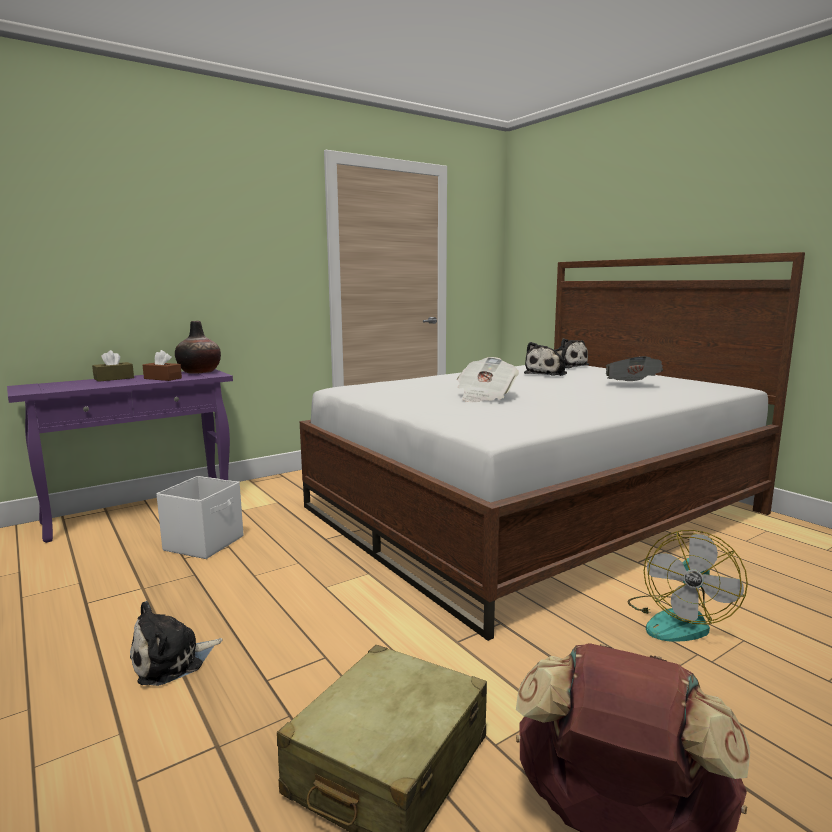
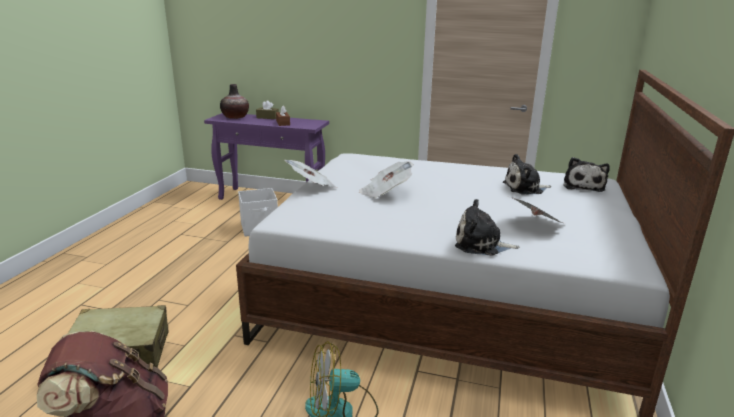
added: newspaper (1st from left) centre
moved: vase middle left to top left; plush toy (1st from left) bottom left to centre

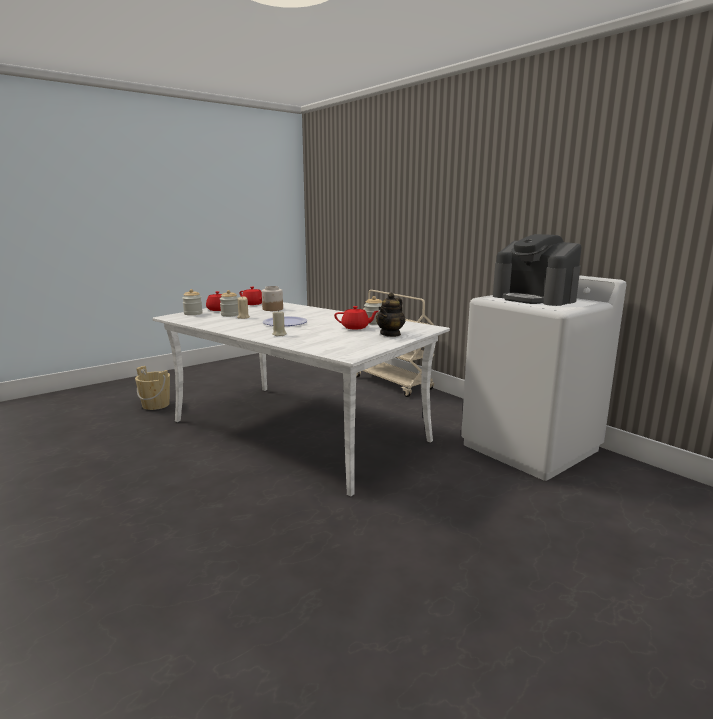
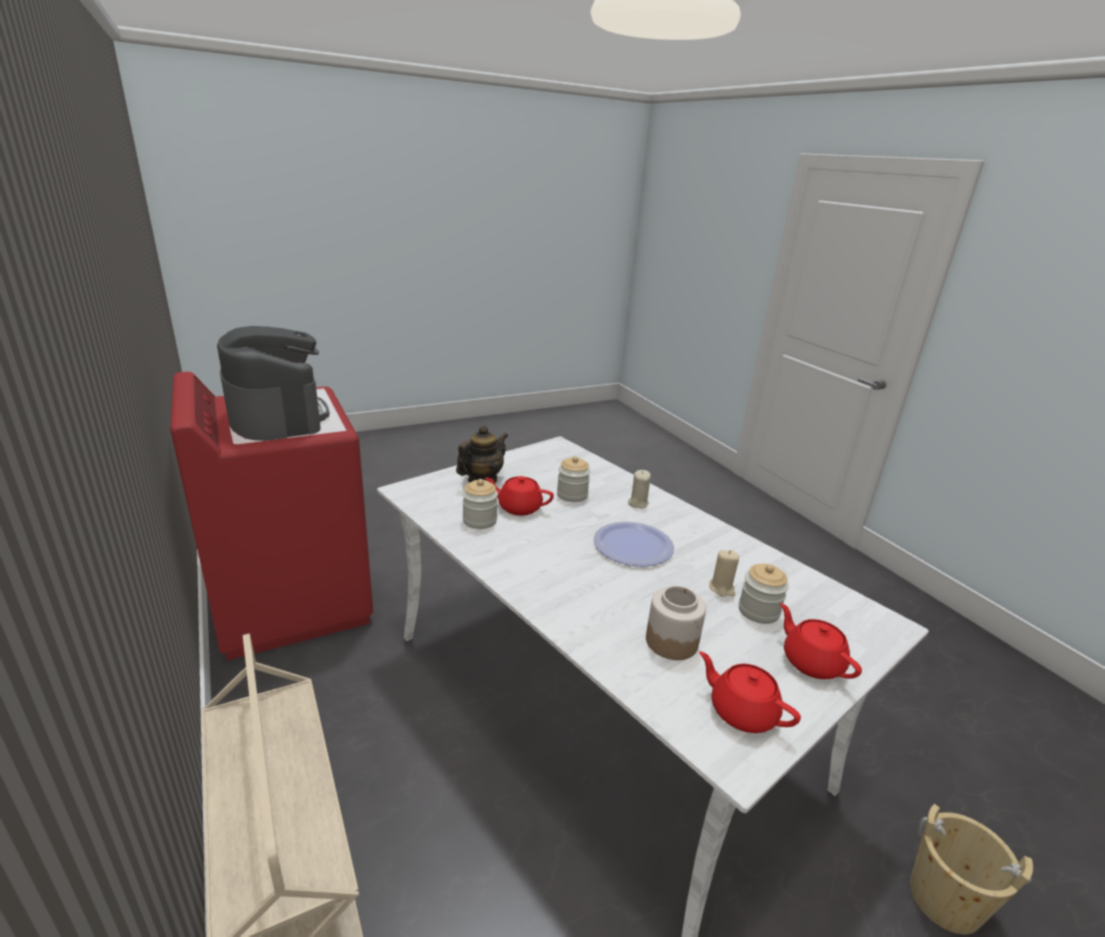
moved: jar (1st from left in the first image) middle left to jar (2nd from left) centre
recoloured: washing machine (white) middle right to washing machine (red) middle left

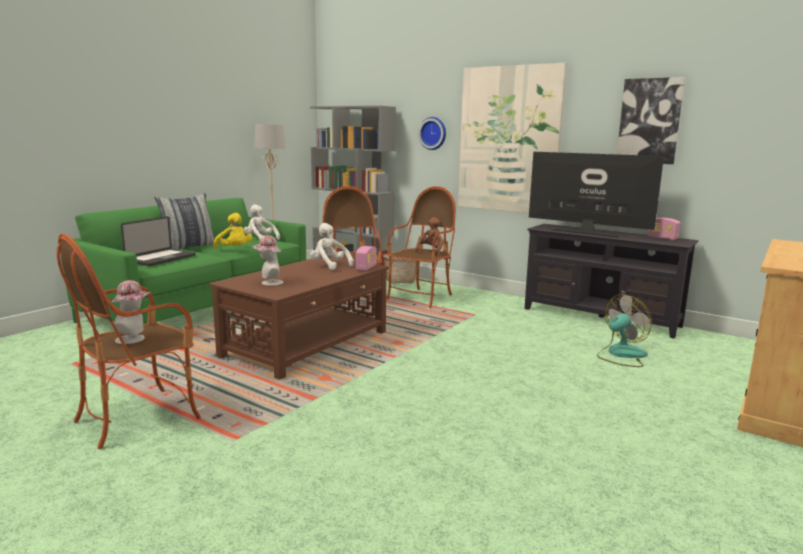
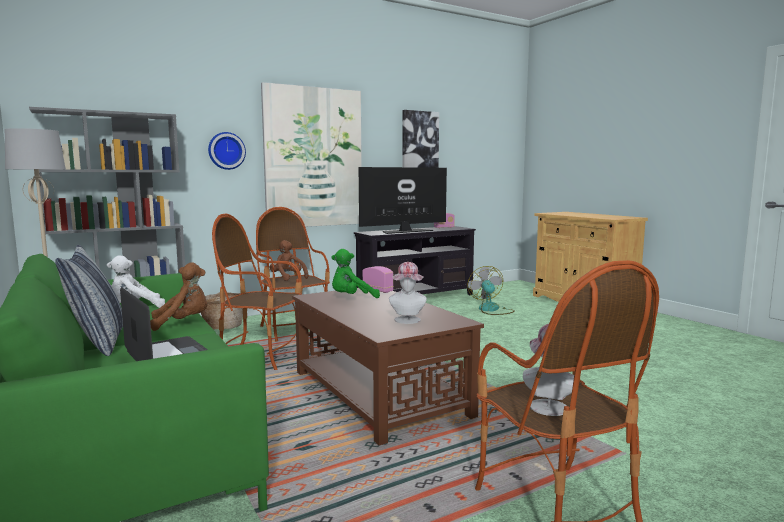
recoloured: plush toy (yellow) middle left to plush toy (brown) (1st from left) middle left; plush toy (white) (2nd from left) centre to plush toy (green) centre

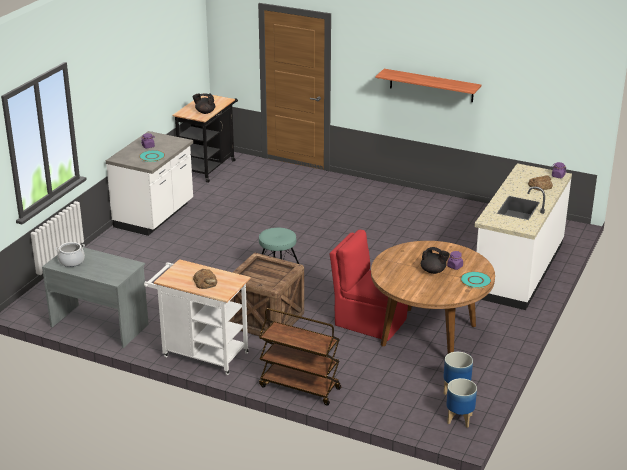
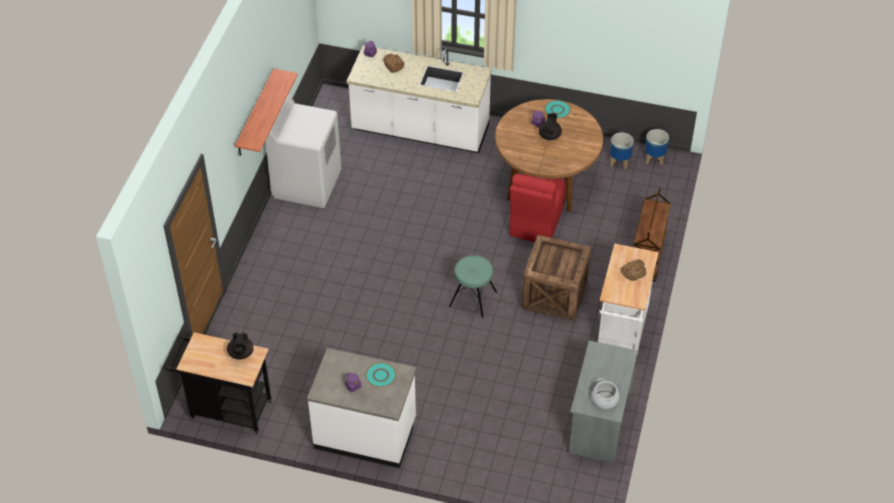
added: washing machine (white) top centre

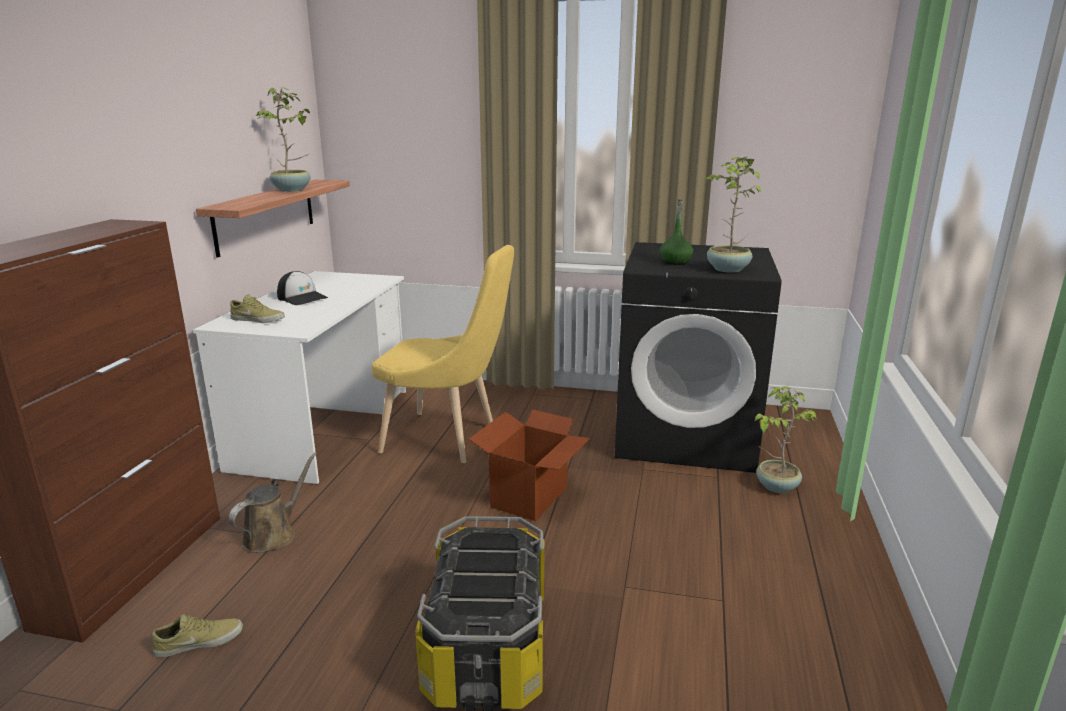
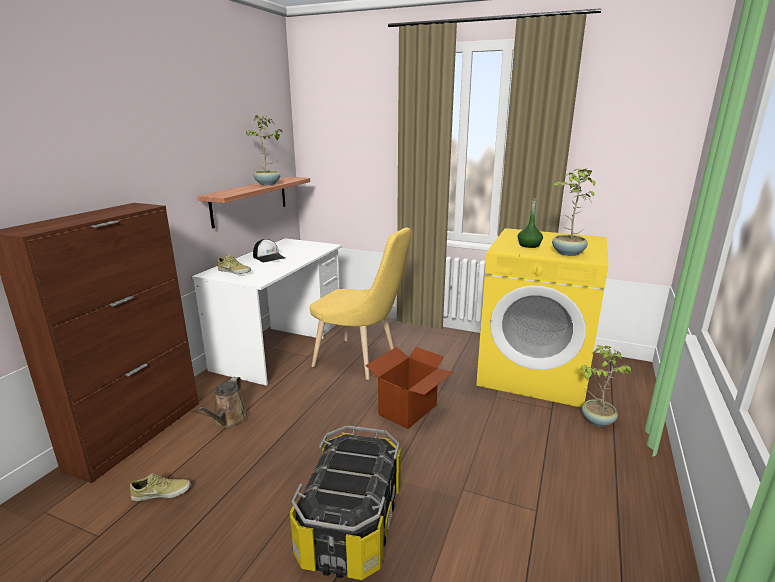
recoloured: washing machine (black) centre to washing machine (yellow) middle right
turned: watering can (brown) bottom left = bottom left 150 degrees clockwise

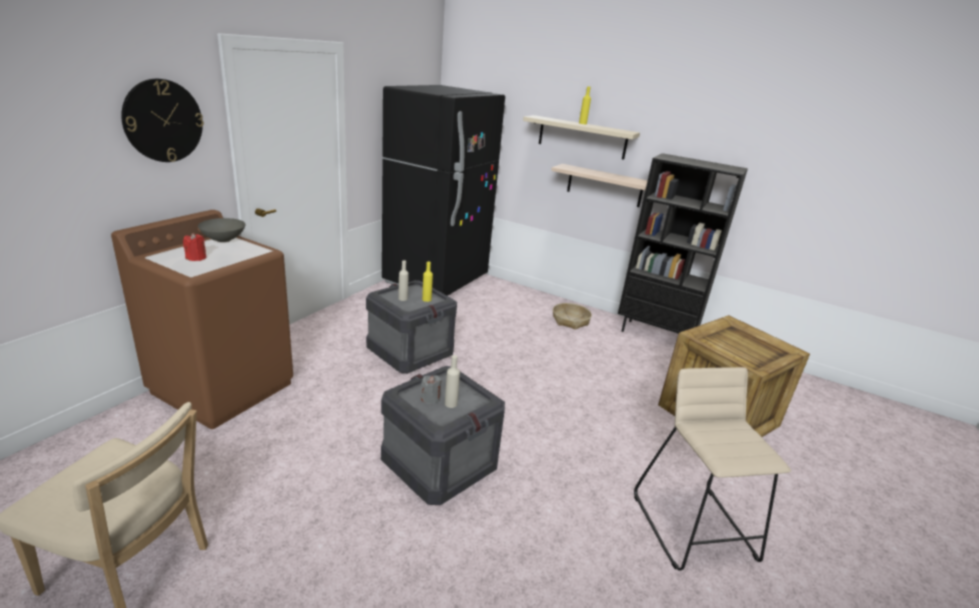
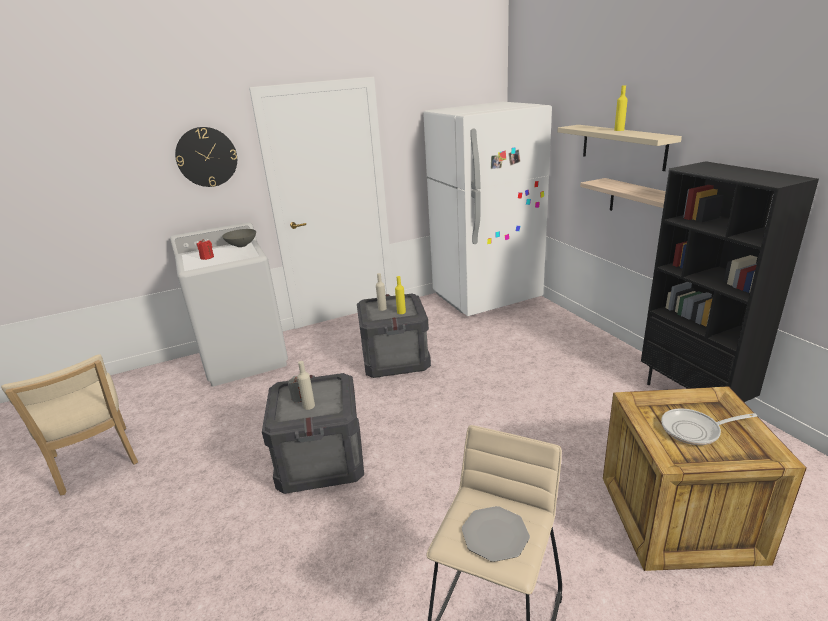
removed: basket centre
added: plate bottom centre; frying pan bottom right
recoloured: washing machine (brown) middle left to washing machine (white) middle left; fridge (black) top centre to fridge (white) centre

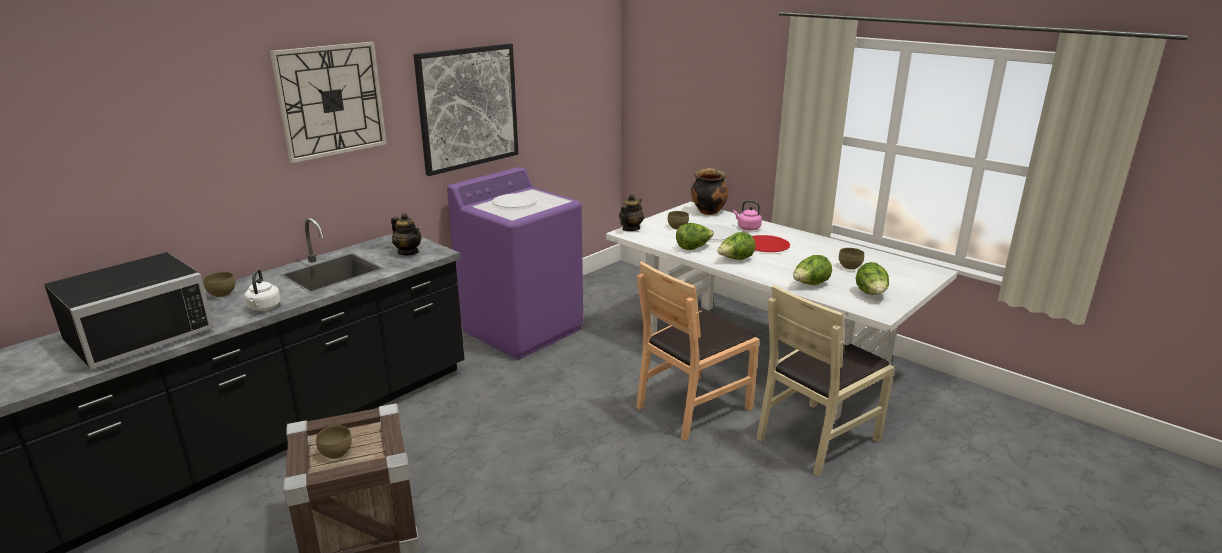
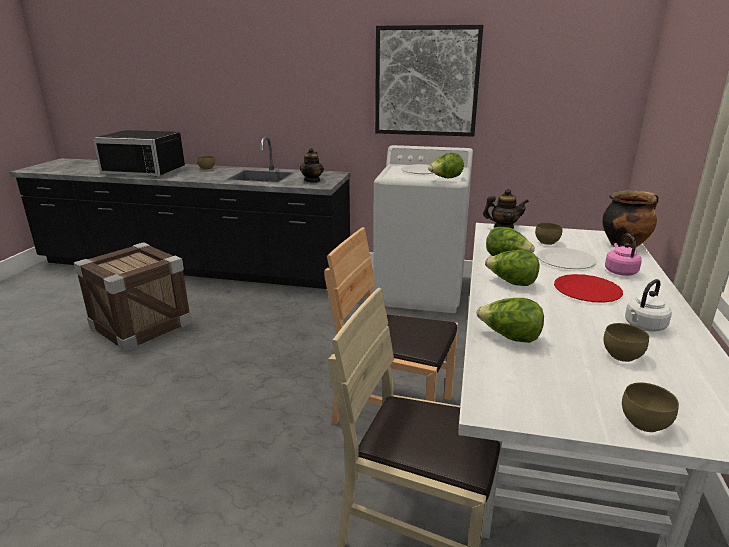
removed: wall clock top left
moved: lettuce (4th from left in the first image) middle right to lettuce (1st from left) top centre; bowl (brown) (2nd from left in the first image) bottom left to bowl (brown) (4th from left) bottom right; kettle (white) middle left to middle right
recoloured: washing machine (purple) centre to washing machine (white) centre

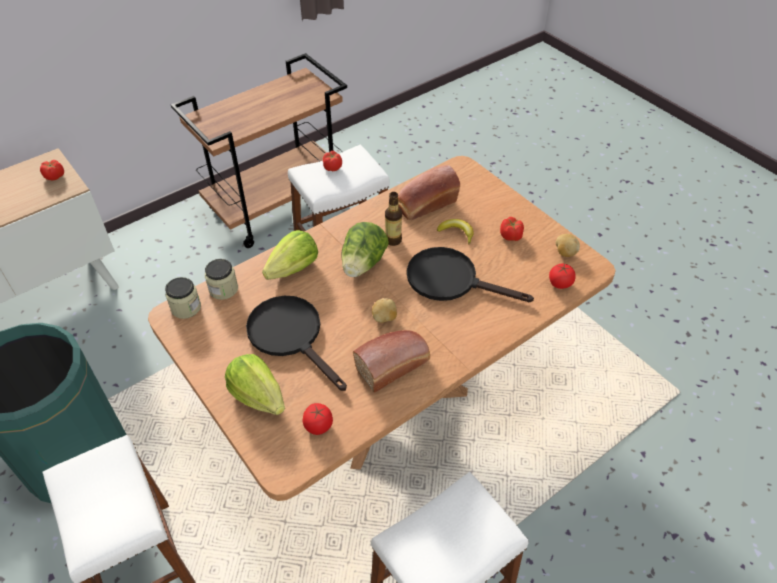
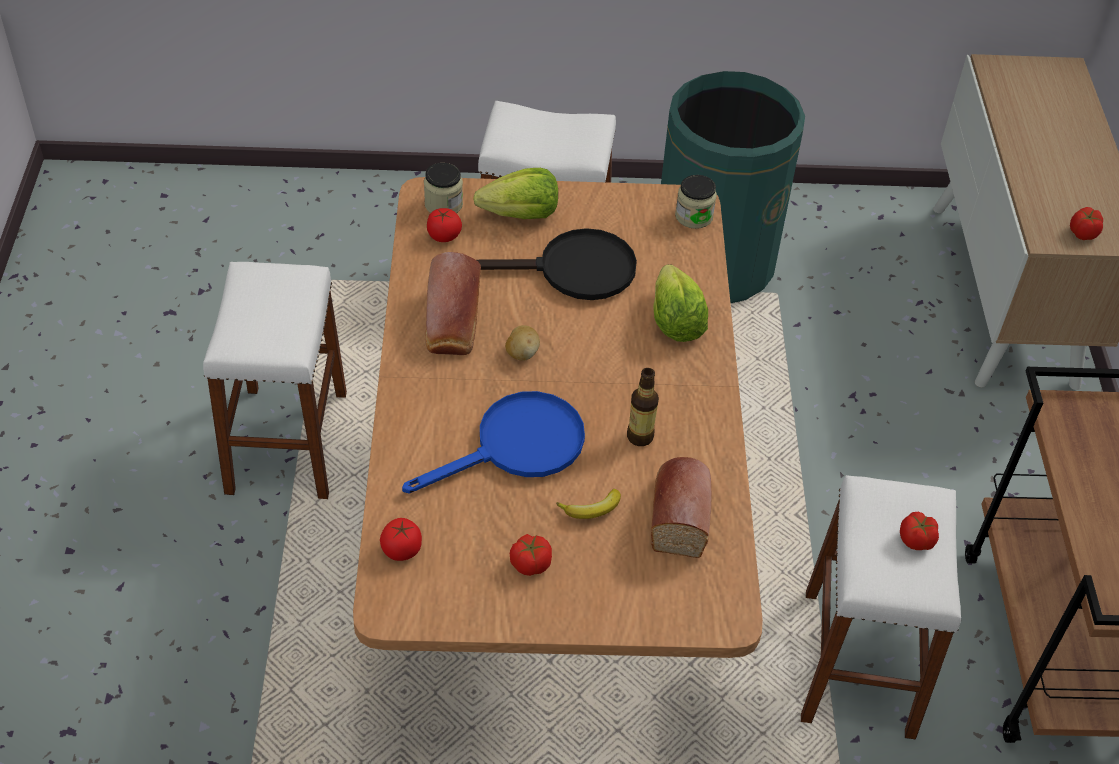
removed: lettuce (3rd from left) centre; potato (2nd from left) middle right
moved: jar (2nd from left in the first image) middle left to jar (1st from left) top centre
recoloured: frying pan (black) (2nd from left) centre to frying pan (blue) centre

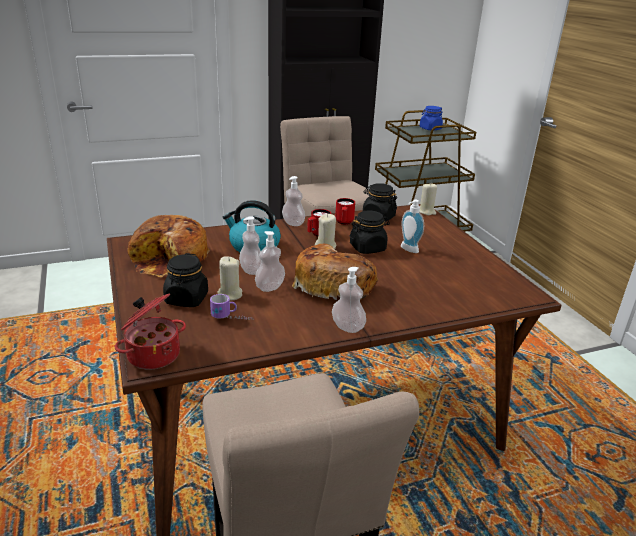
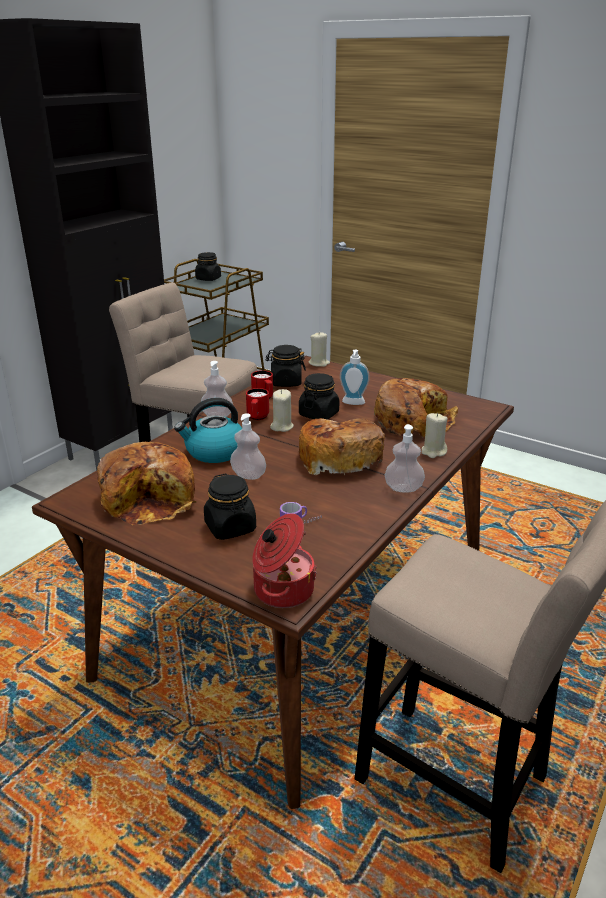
removed: soap dispenser (2nd from left) centre
added: bread (3rd from left) middle right
moved: candle (beige) (1st from left in the first image) centre to candle (beige) (3rd from left) middle right
recoloured: jar (blue) top right to jar (black) (1st from left) top centre

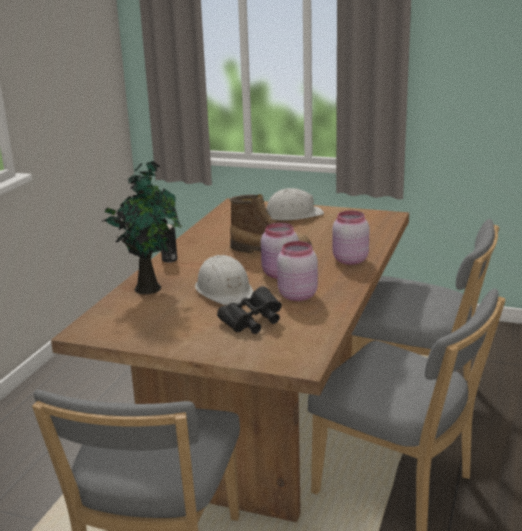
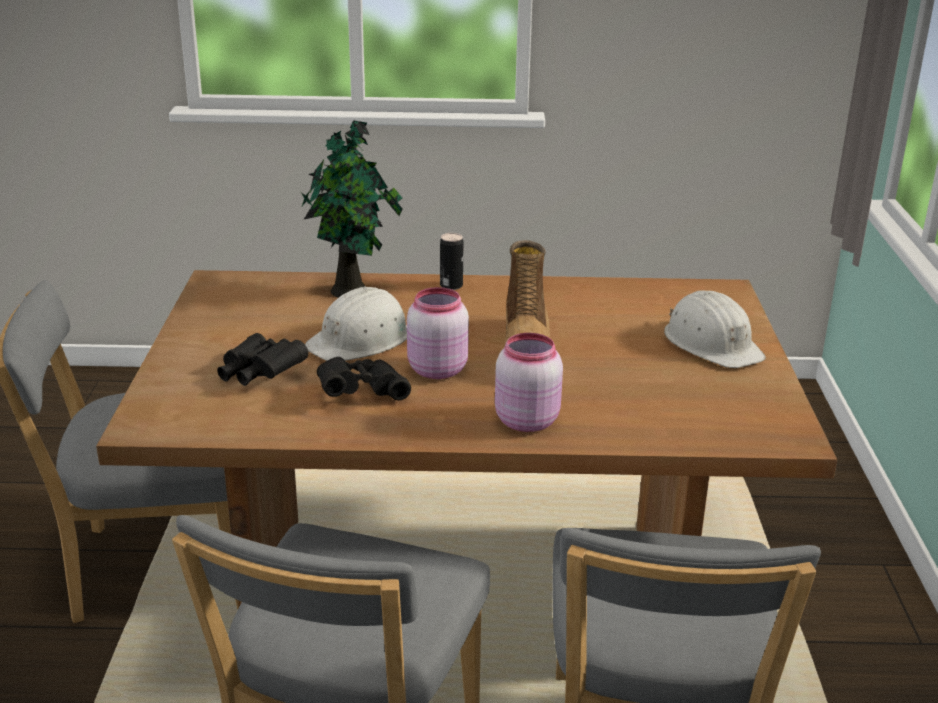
replaced: jar (pink) (2nd from left) centre to binoculars (black) (2nd from left) centre

